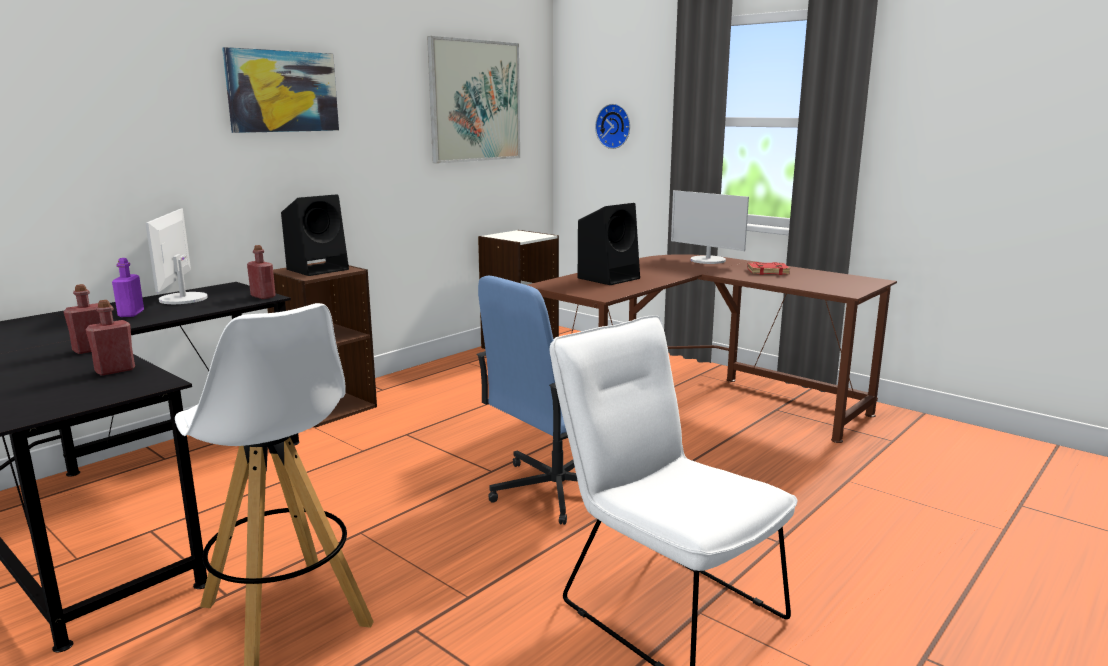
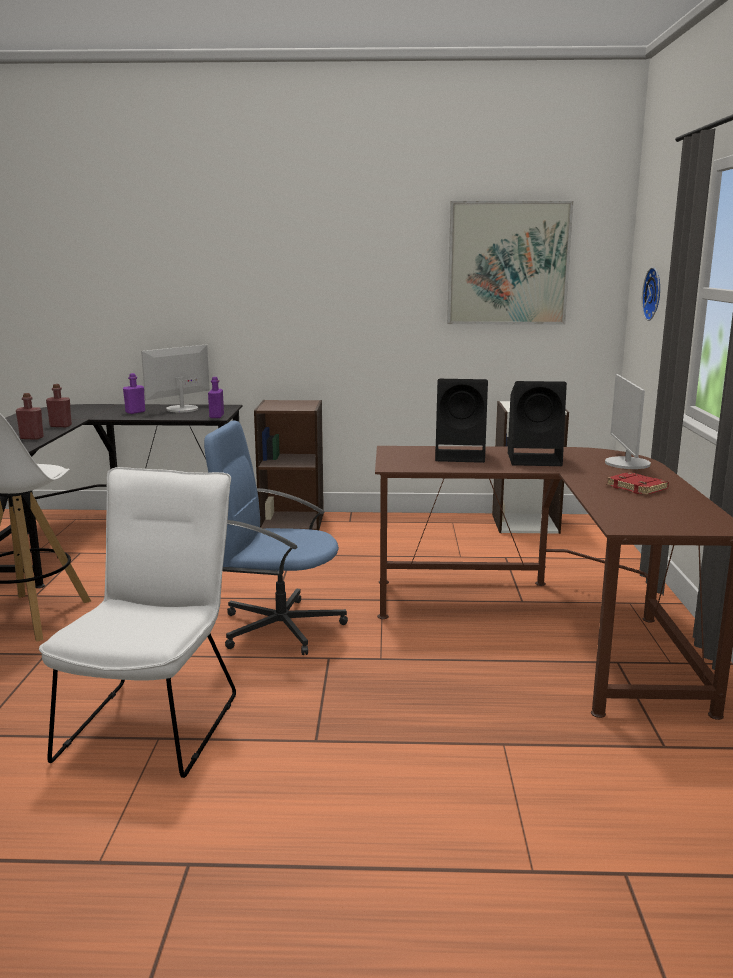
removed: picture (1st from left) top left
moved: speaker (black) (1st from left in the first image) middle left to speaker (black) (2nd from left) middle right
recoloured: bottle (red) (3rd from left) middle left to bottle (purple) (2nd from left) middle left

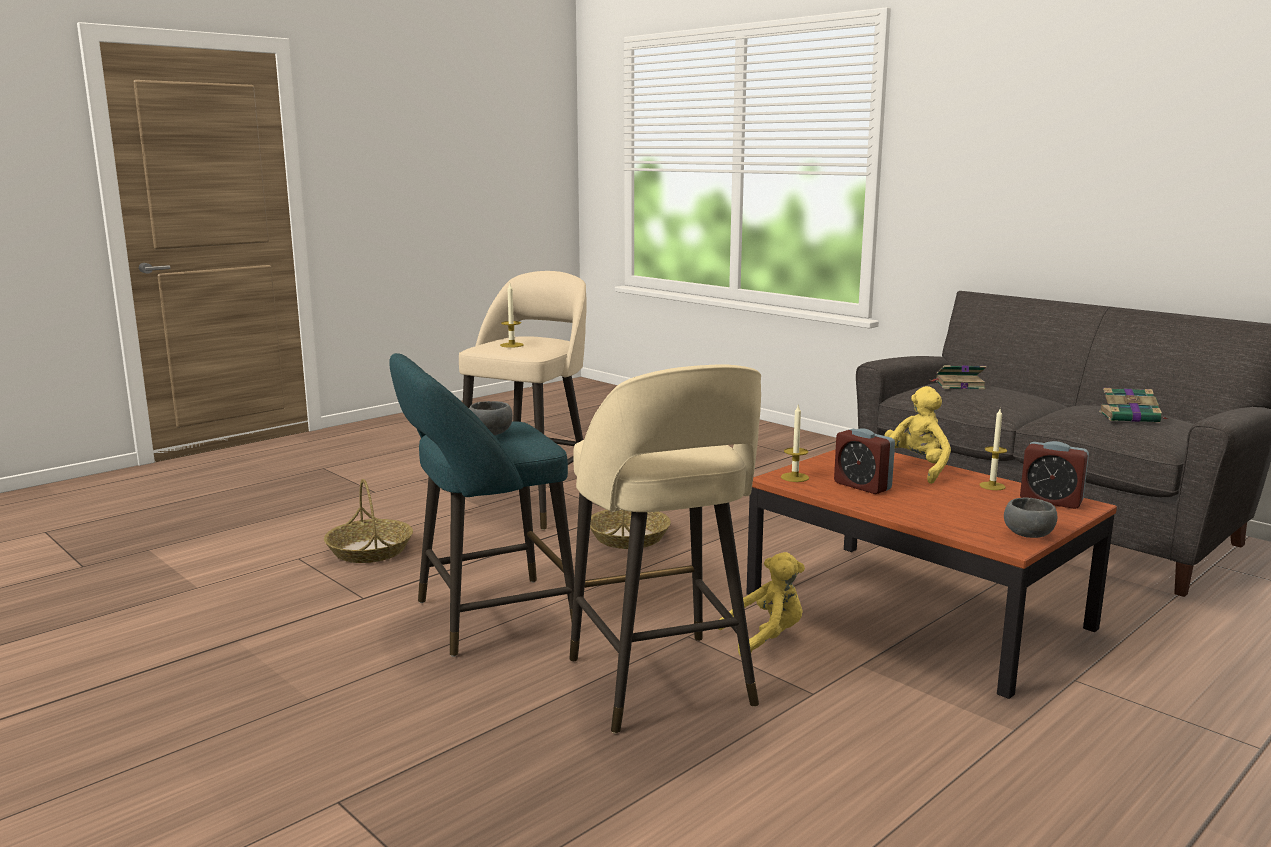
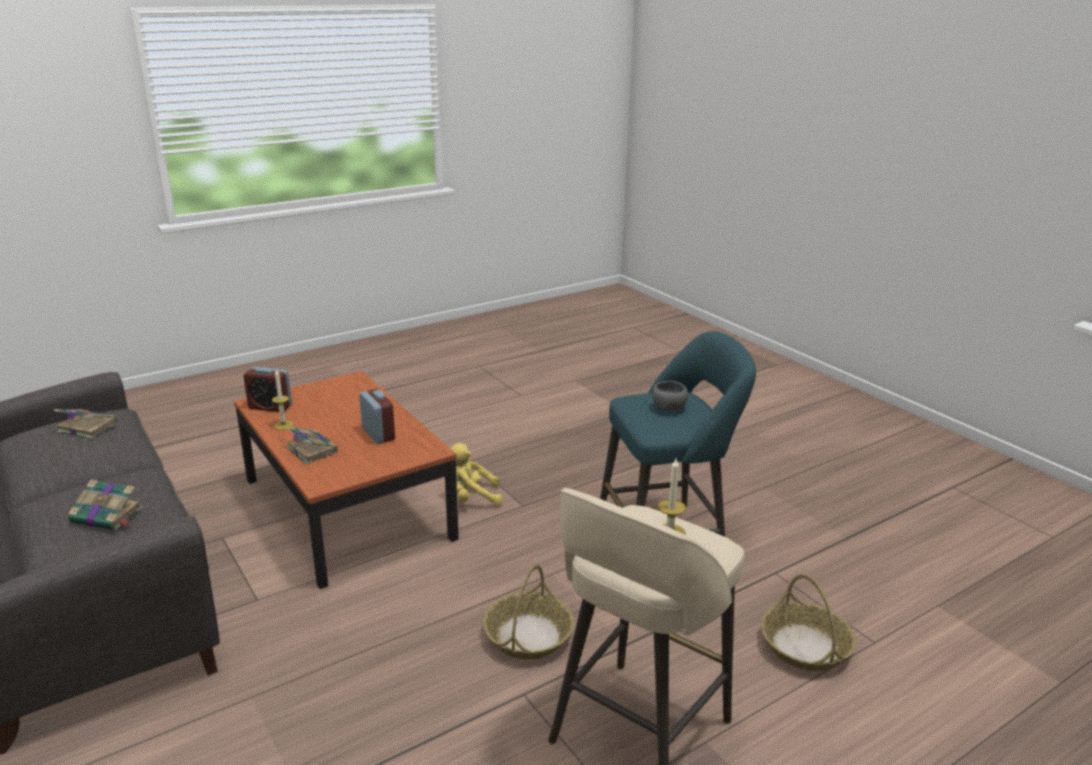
removed: stool (beige) (2nd from left) centre; candle (2nd from left) centre; bowl (grey) (2nd from left) middle right
replaced: plush toy (yellow) (2nd from left) middle right to book (3rd from left) middle left
turned: alarm clock (2nd from left in the first image) middle right = middle left 150 degrees clockwise

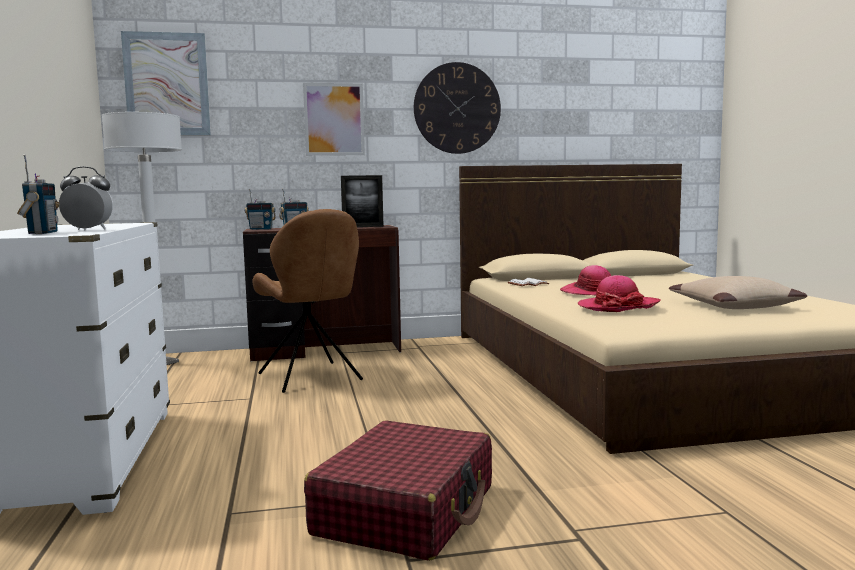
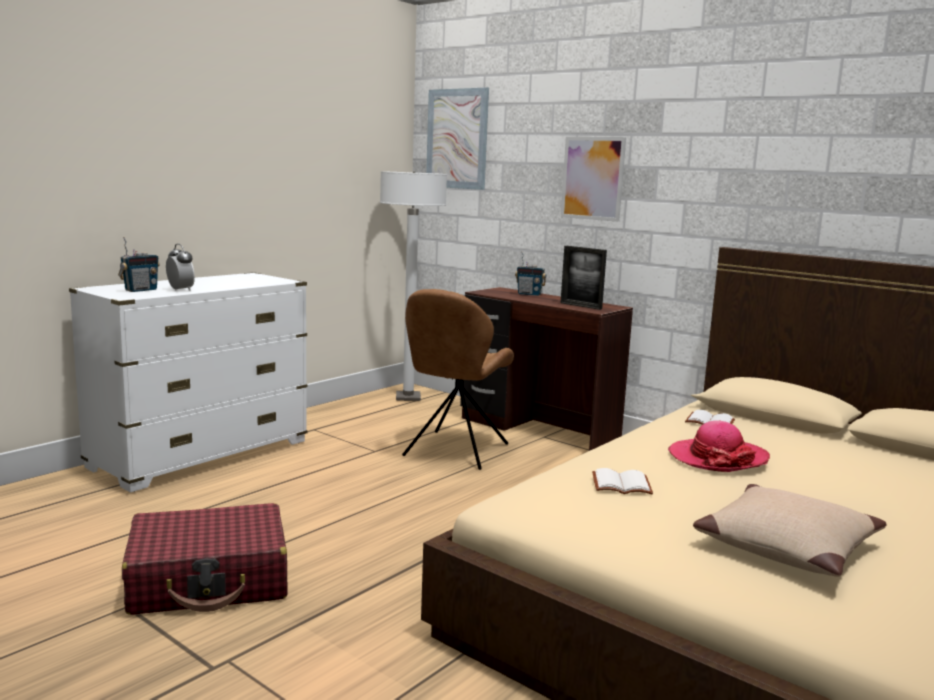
removed: radio (2nd from left) middle left; wall clock top centre
replaced: hat (2nd from left) middle right to book (white) (1st from left) bottom centre

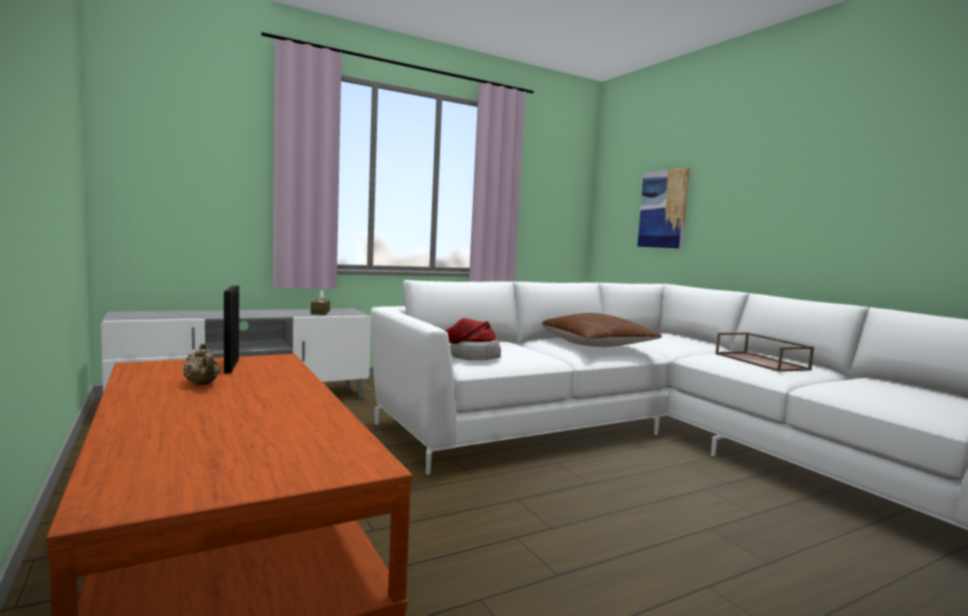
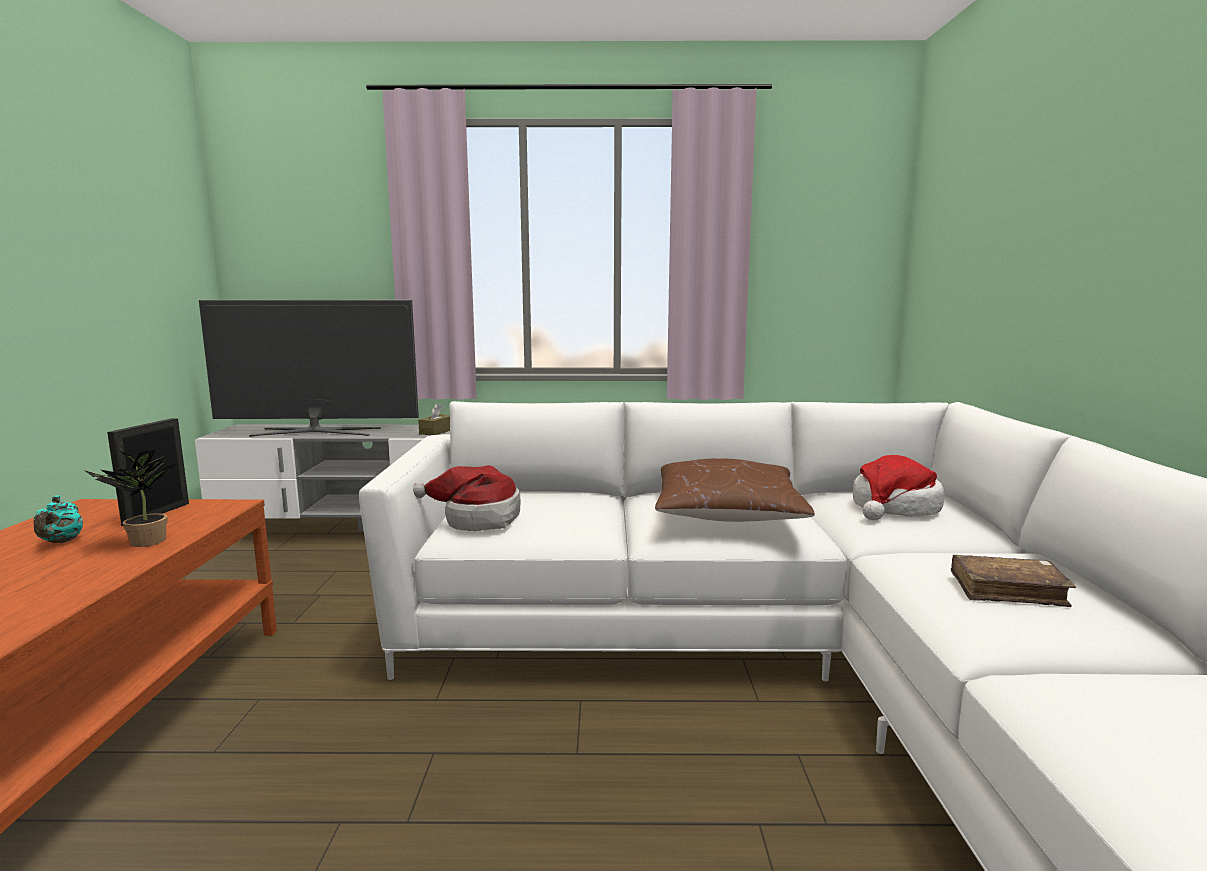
removed: picture middle right
added: potted plant middle left; television middle left; hat (2nd from left) middle right
replaced: tray (brown) middle right to book (brown) bottom right
recoloured: teapot (beige) middle left to teapot (turquoise) middle left

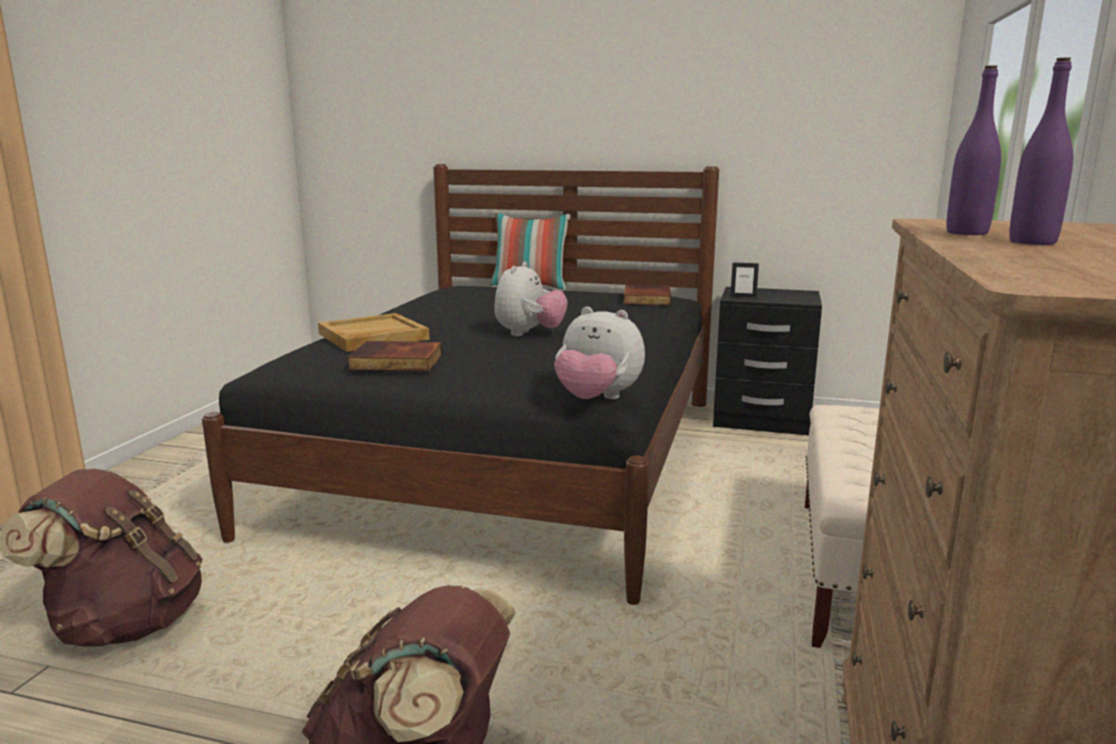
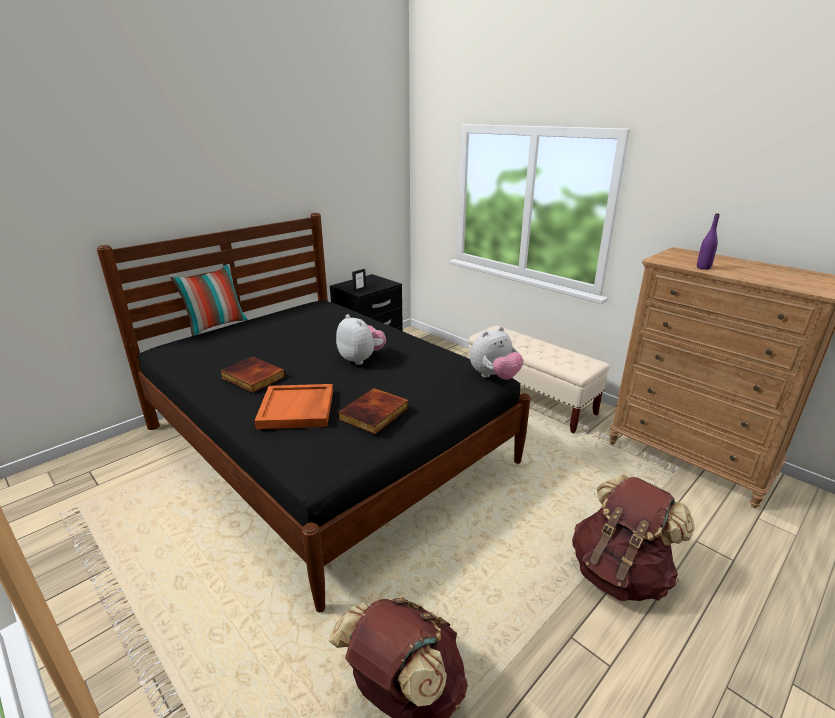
removed: bottle (purple) (2nd from left) top right
moved: book (2nd from left in the first image) centre to book (1st from left) middle left
recoloured: tray (beige) centre to tray (orange) centre

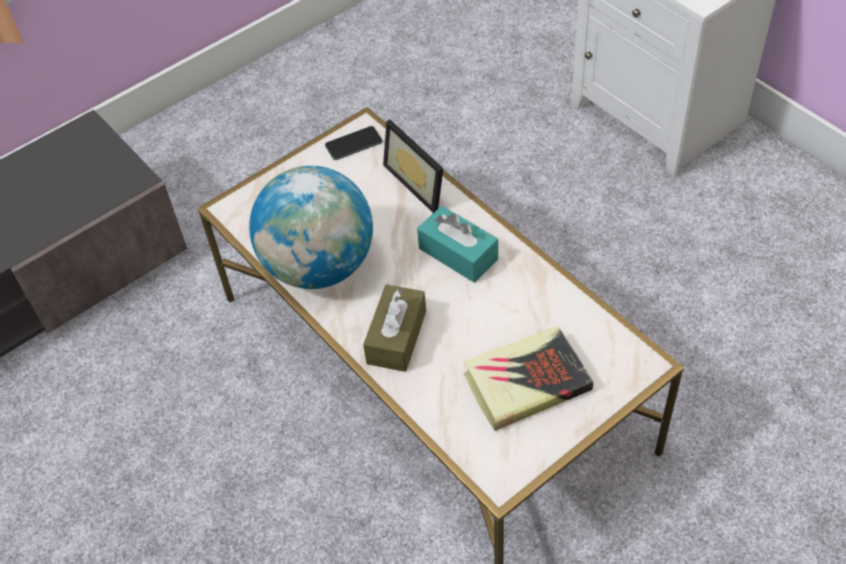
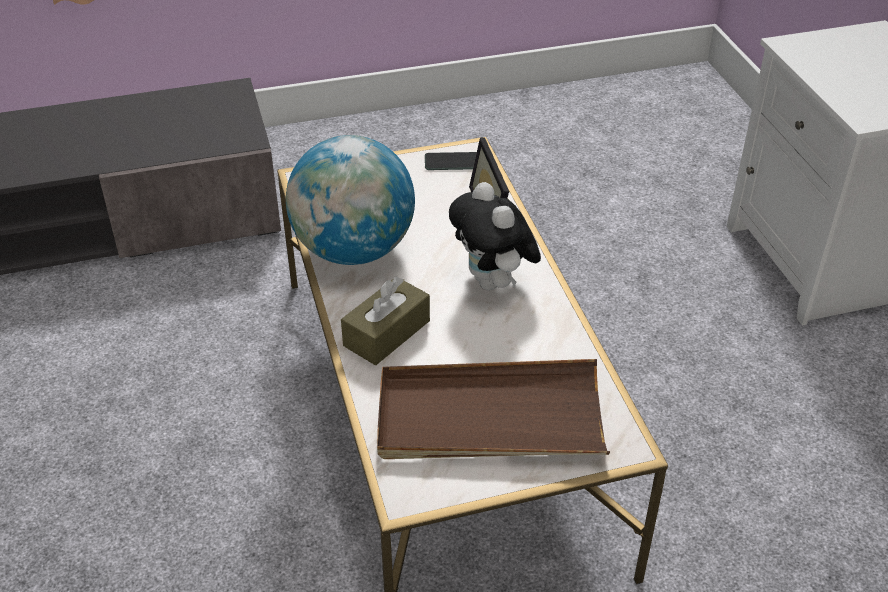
replaced: book bottom centre to tray (brown) bottom centre; tissue box (turquoise) centre to plush toy centre

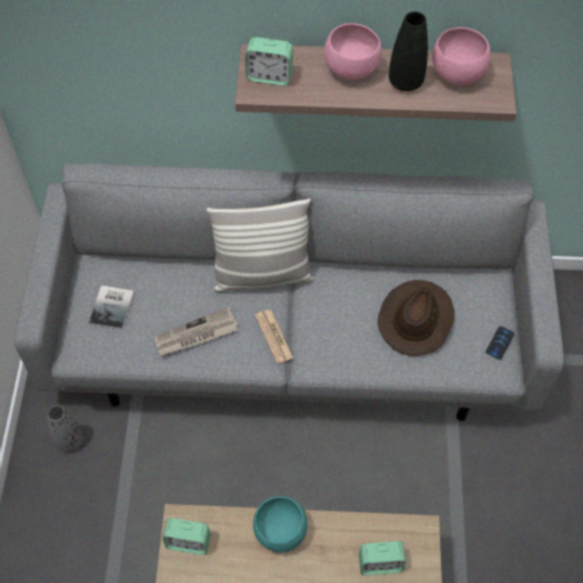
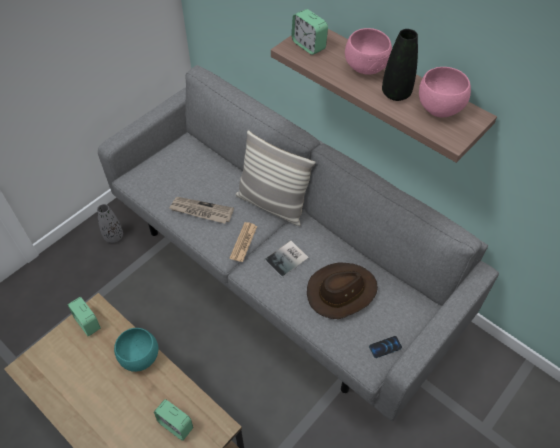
moved: book middle left to centre

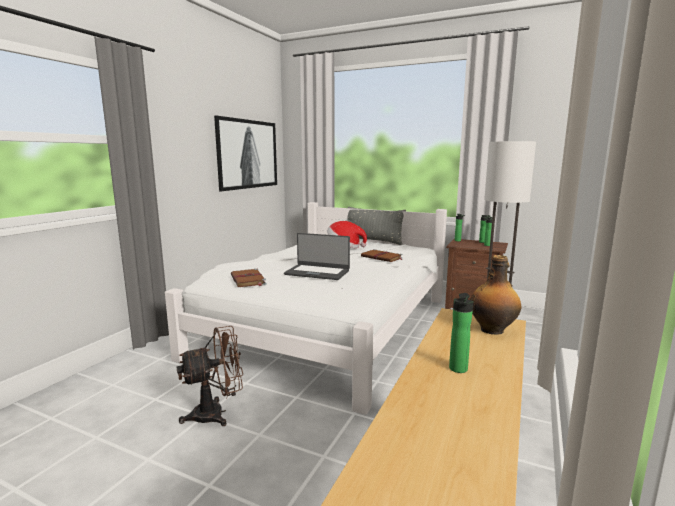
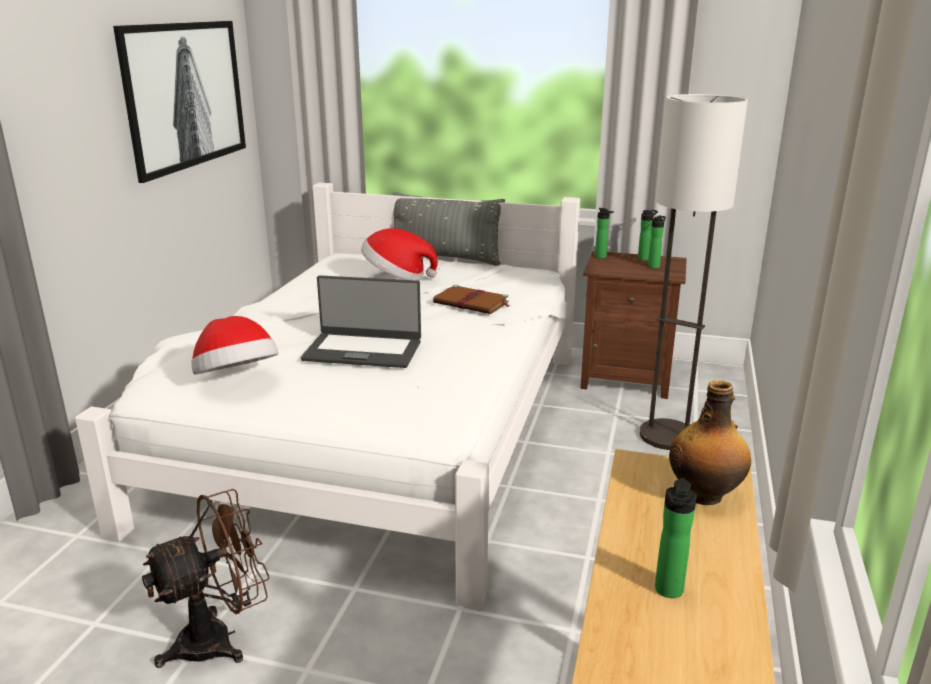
replaced: book (brown) (1st from left) centre to hat (1st from left) middle left

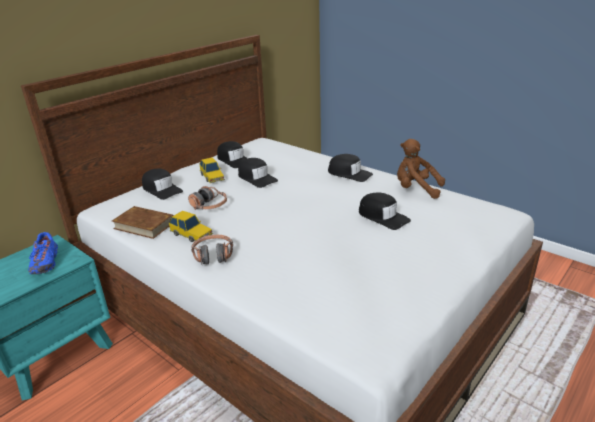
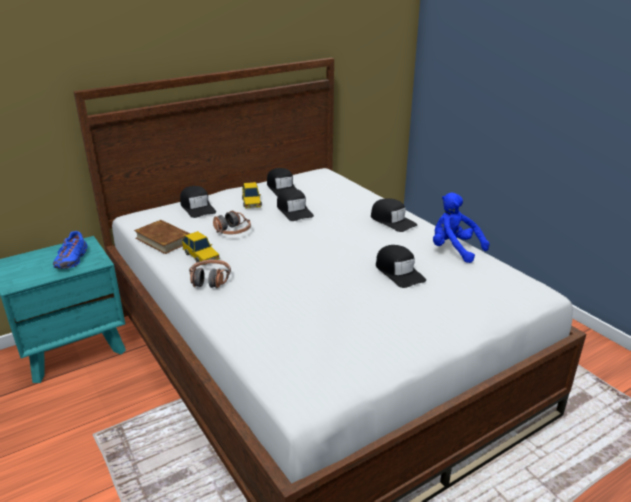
recoloured: plush toy (brown) middle right to plush toy (blue) middle right

